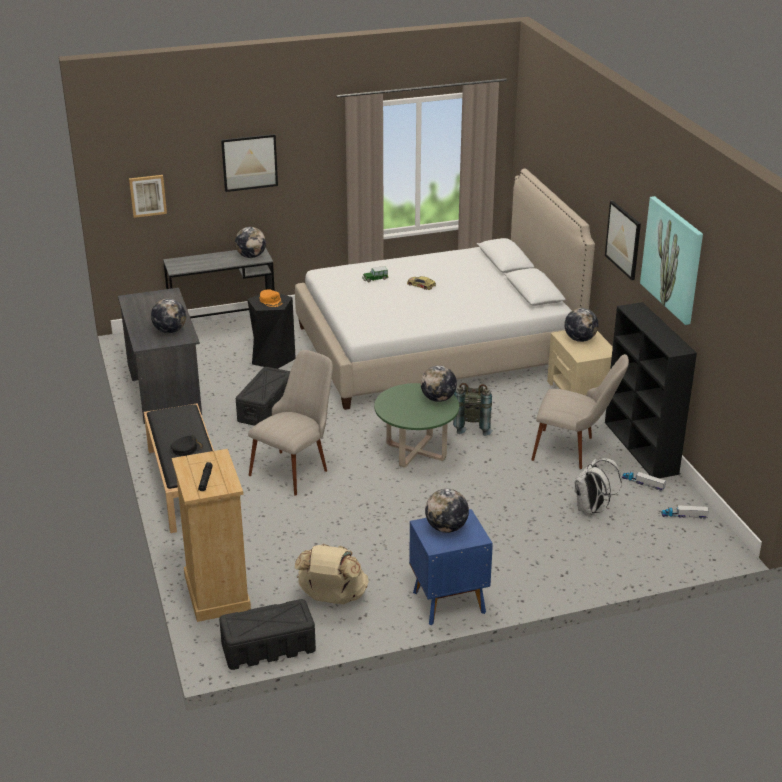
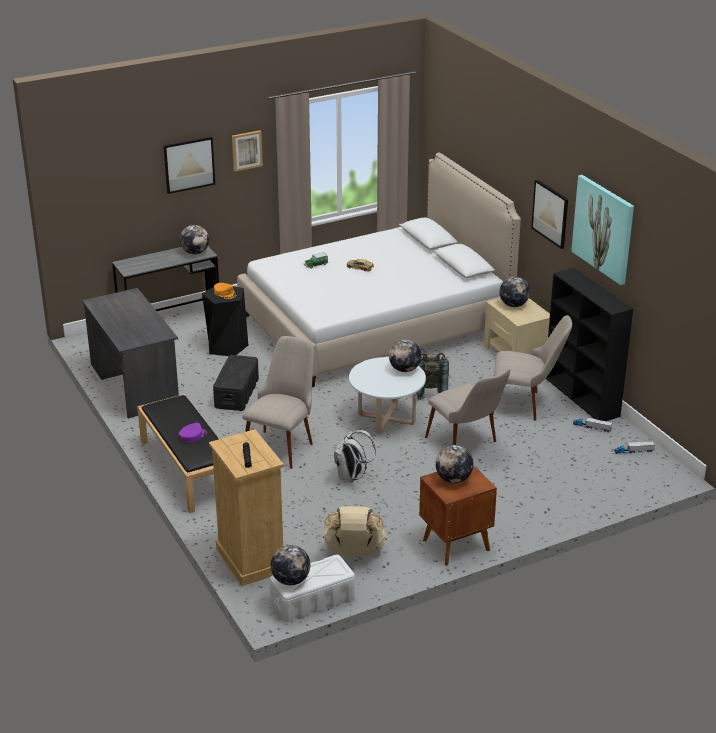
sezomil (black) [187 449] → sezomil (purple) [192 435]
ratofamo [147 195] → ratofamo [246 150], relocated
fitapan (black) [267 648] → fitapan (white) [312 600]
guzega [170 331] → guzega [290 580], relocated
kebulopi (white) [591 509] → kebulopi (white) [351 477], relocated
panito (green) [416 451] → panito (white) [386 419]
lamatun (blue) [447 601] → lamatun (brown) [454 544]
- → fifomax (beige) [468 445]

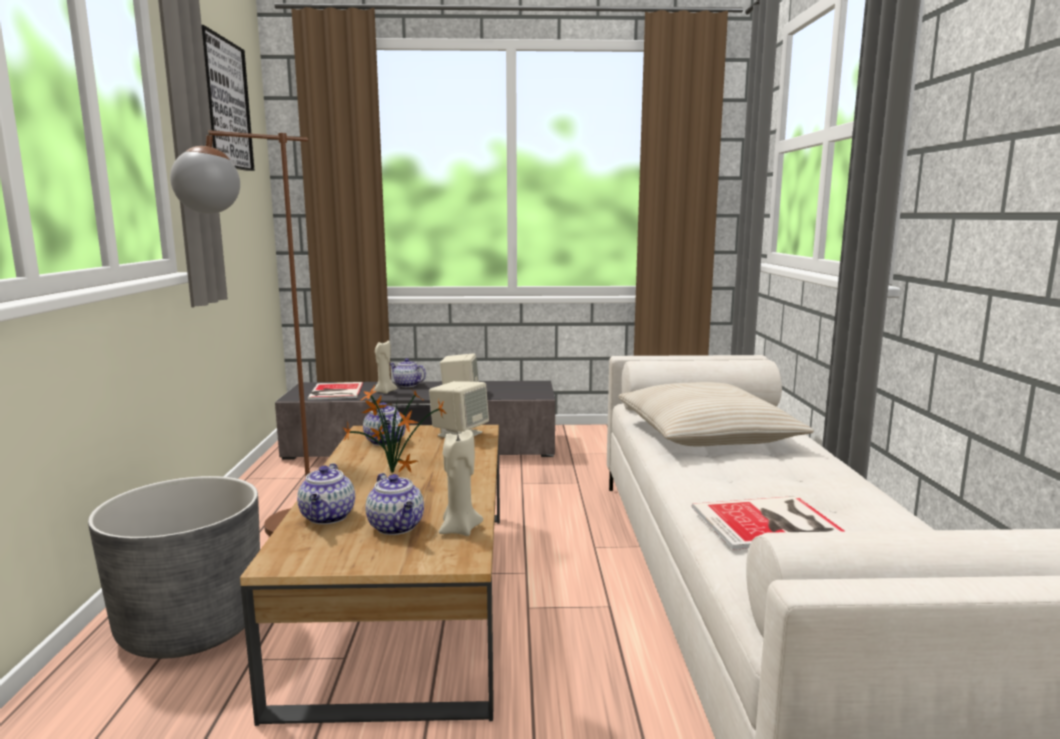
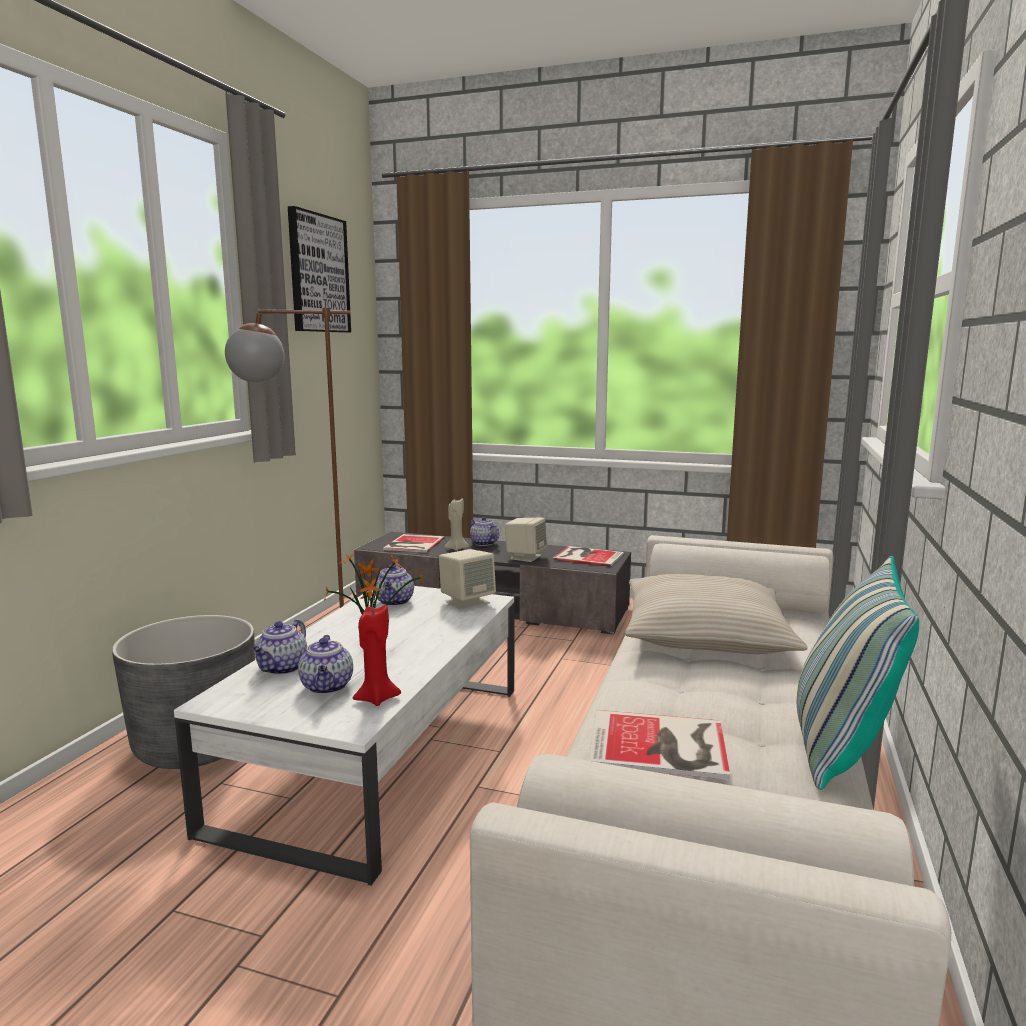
panito (brown) [408 596] → panito (white) [379 753]
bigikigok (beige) [459 529] → bigikigok (red) [376 698]
- → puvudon [587 556]
- → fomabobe [840 747]

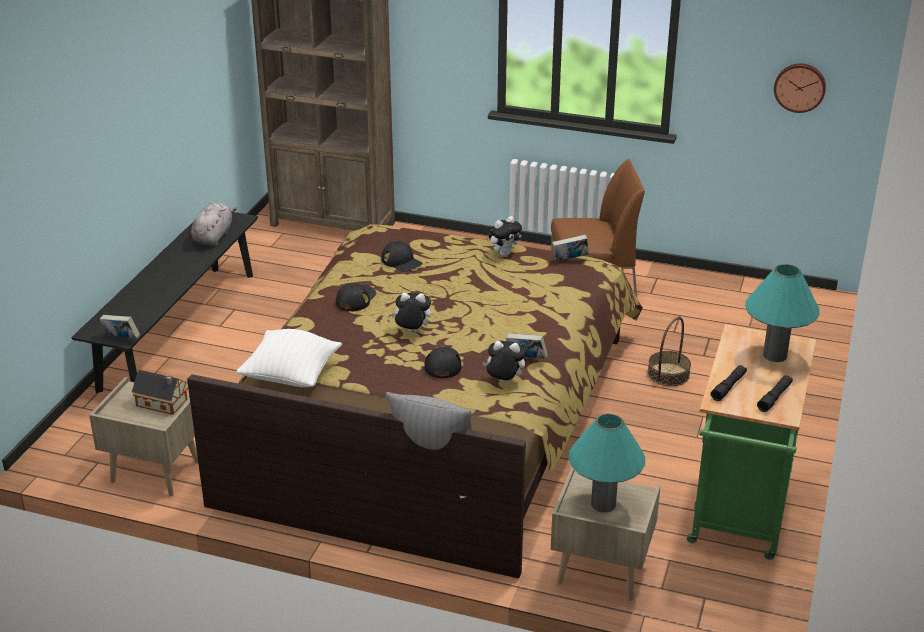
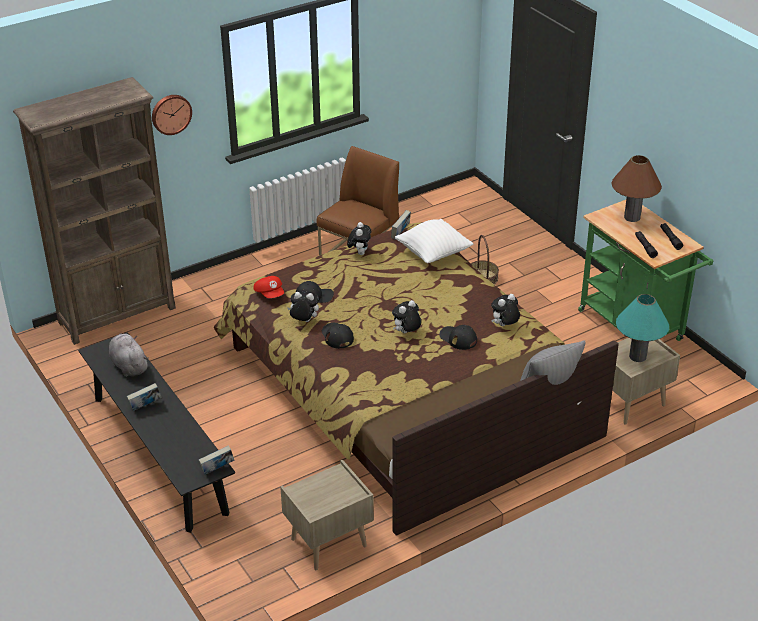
puvudon [526 359] → puvudon [145 406], relocated
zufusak [800 87] → zufusak [171 113], relocated
- → sezomil (red) [270 294]
- → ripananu [304 321]
fomabobe (white) [291 376] → fomabobe (white) [433 254], relocated
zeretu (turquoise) [775 355] → zeretu (brown) [632 217]
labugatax [163 403] → -

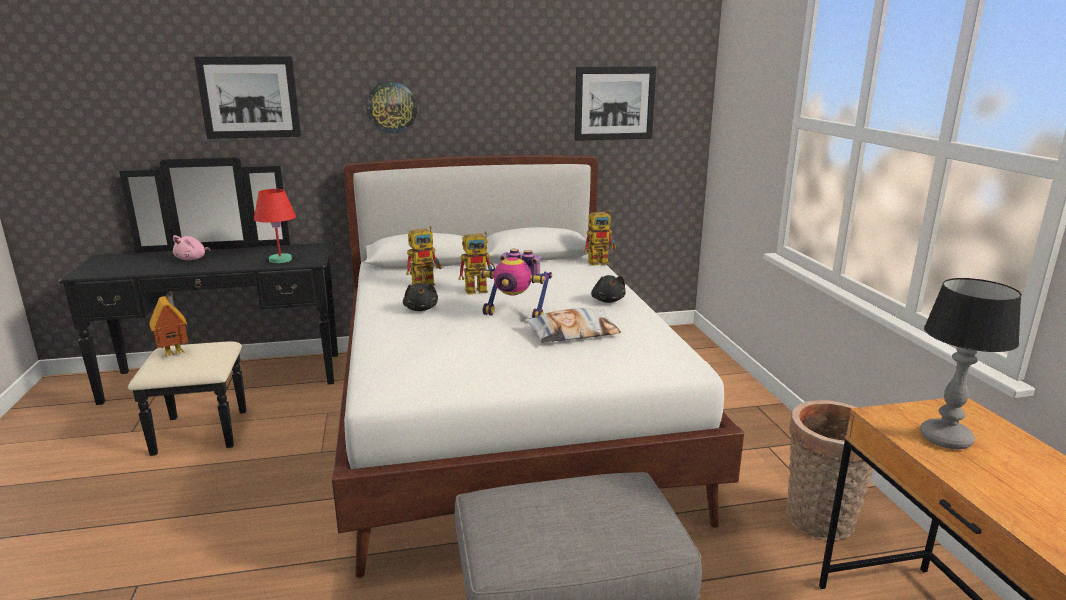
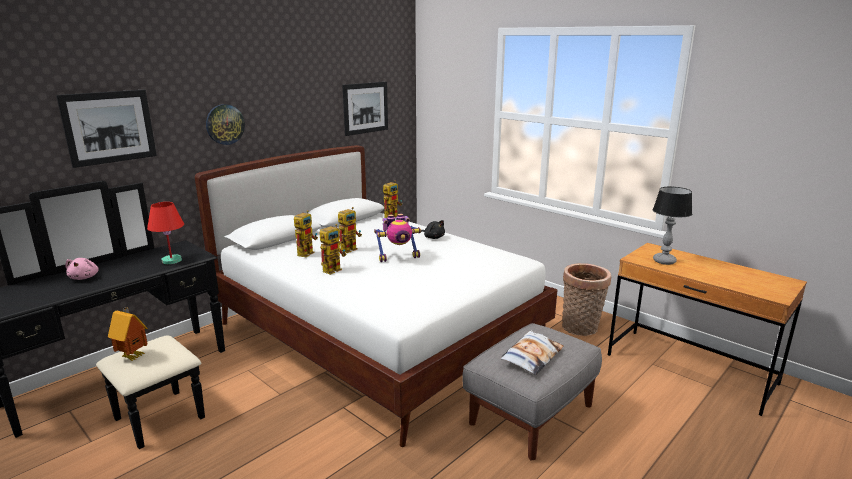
ripananu (black) [421 309] → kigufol [334 269]
fomabobe [572 333] → fomabobe [531 356], relocated

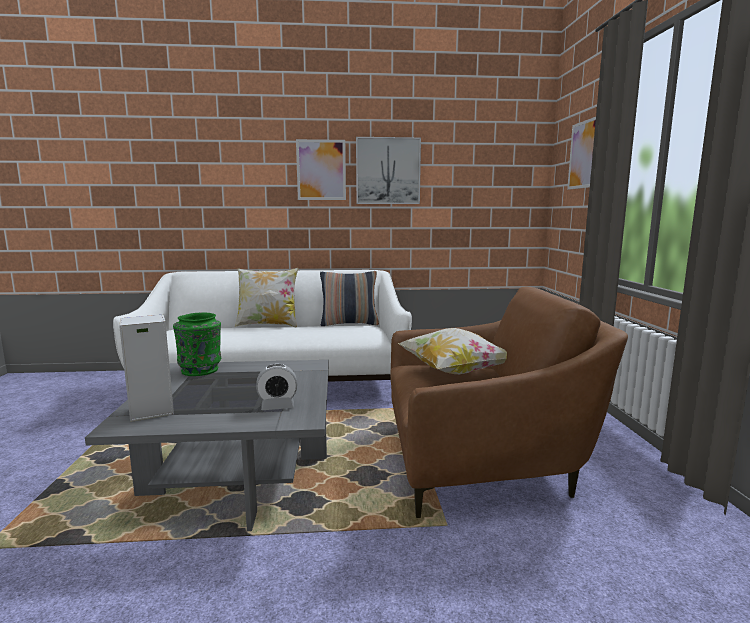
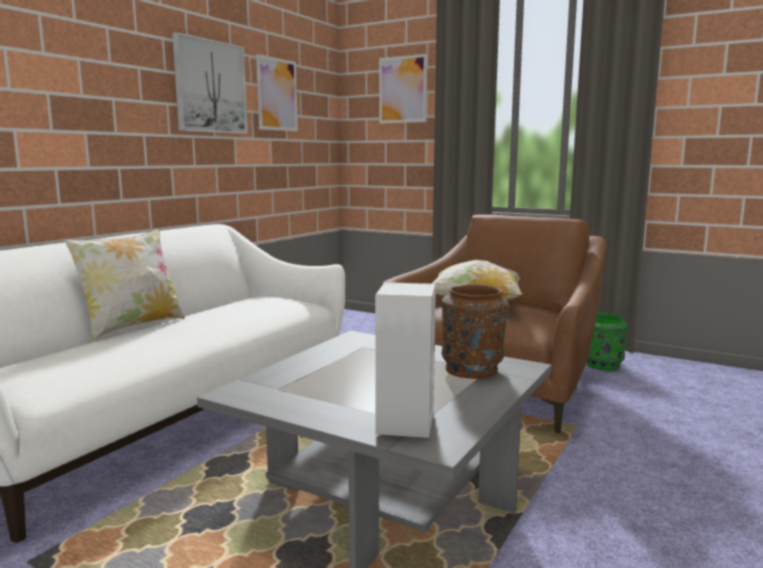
ratofamo [321 170] → ratofamo [277 94], relocated
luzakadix [277 406] → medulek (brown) [472 369]
medulek (green) [200 370] → medulek (green) [602 365], relocated
fomabobe [349 324] → -

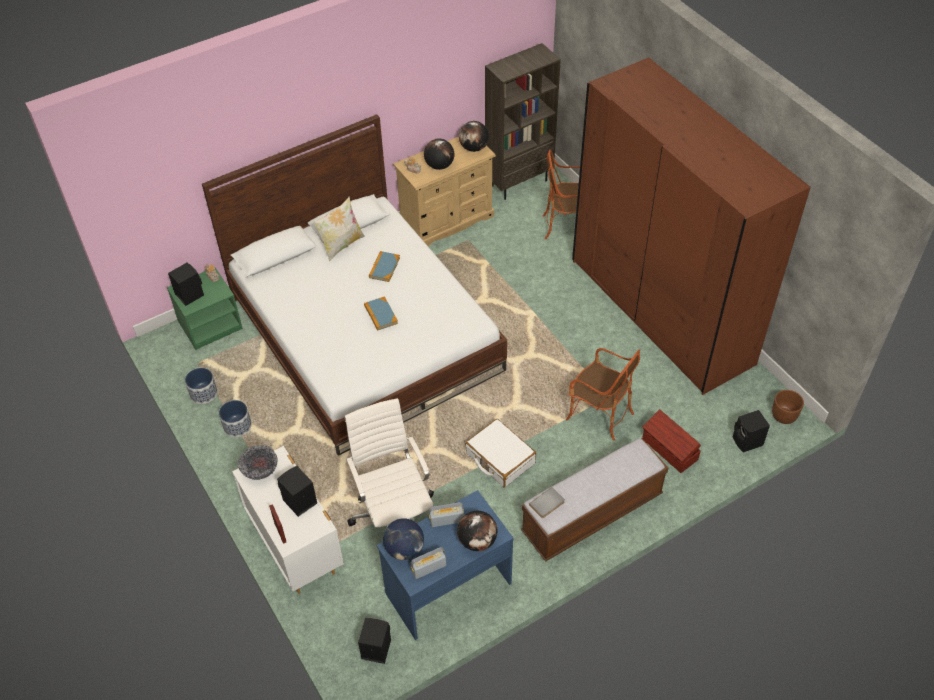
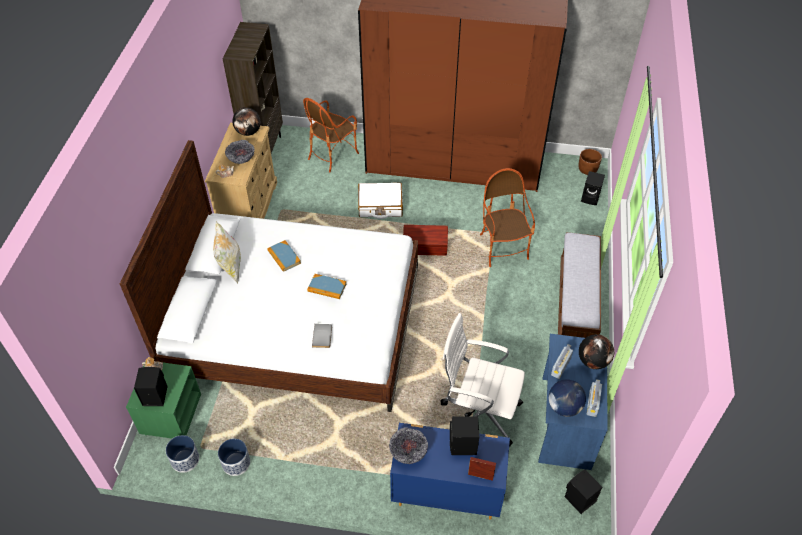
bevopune [237 426] → bevopune [185 459], relocated
guzega [439 166] → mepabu [241 159]
puvudon (grey) [547 504] → puvudon (grey) [323 336], relocated
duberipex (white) [500 458] → duberipex (white) [380 205], relocated
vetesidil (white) [295 545] → vetesidil (blue) [446 493]
fitapan (brown) [669 450] → fitapan (brown) [425 248], relocated
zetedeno [599 415] → zetedeno [502 248], 90 degrees counterclockwise

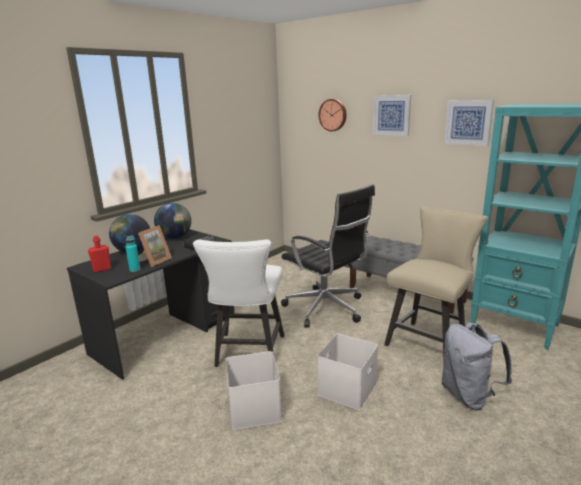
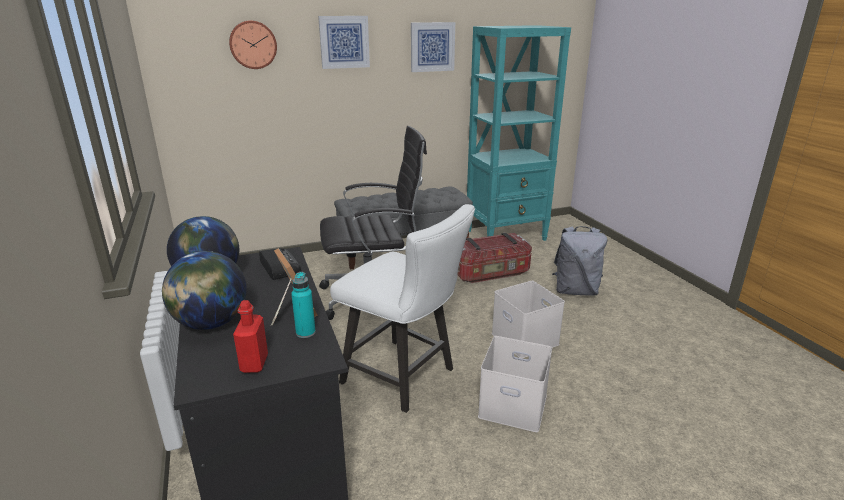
fifomax (beige) [429 341] → fitapan [490 273]

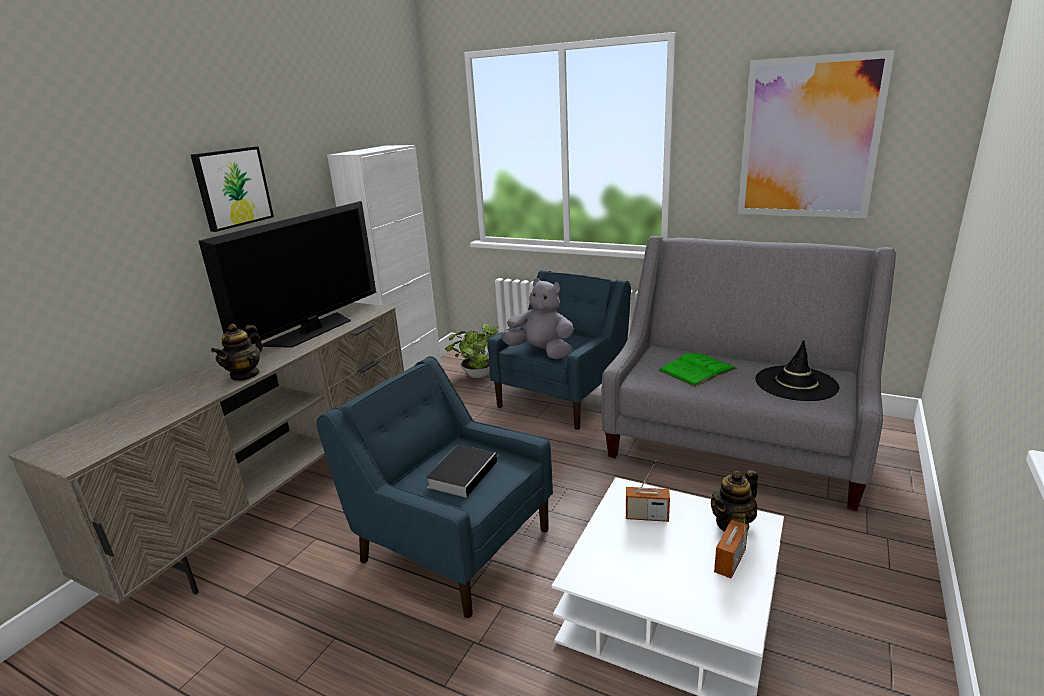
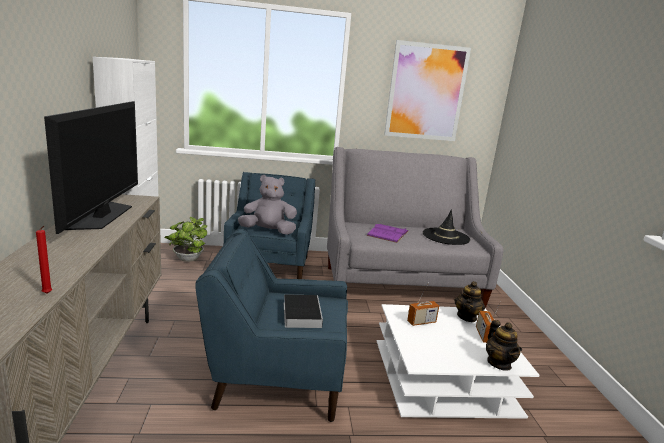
- → bigikigok (red) [48 294]
puvudon (green) [697 369] → puvudon (purple) [388 233]
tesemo [245 375] → tesemo [499 363], relocated
ratofamo [232 187] → -

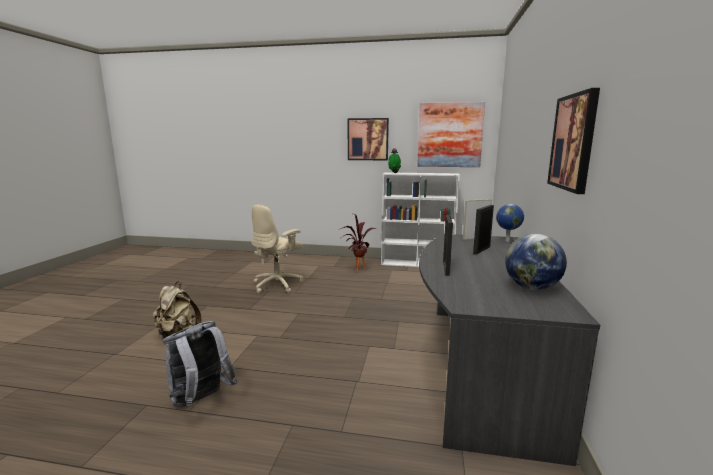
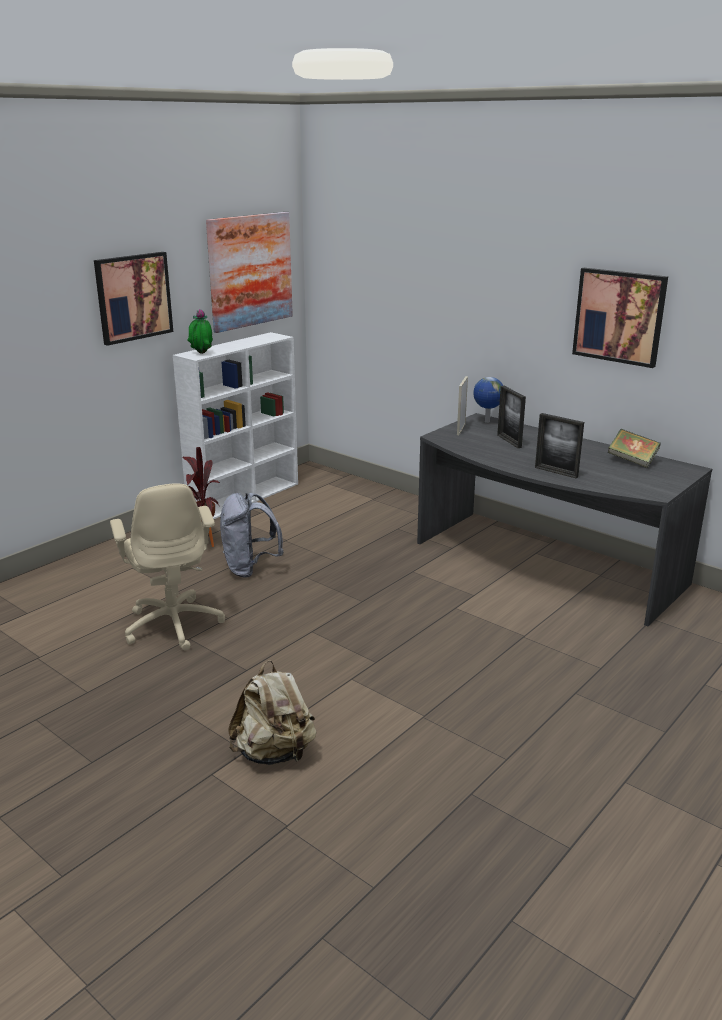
kebulopi (grey) [201 400] → kebulopi (grey) [250 568], relocated
guzega [531 288] → puvudon [632 461]

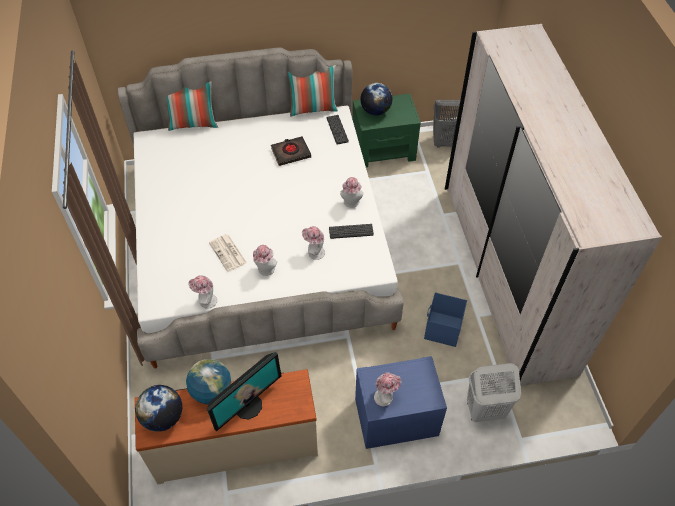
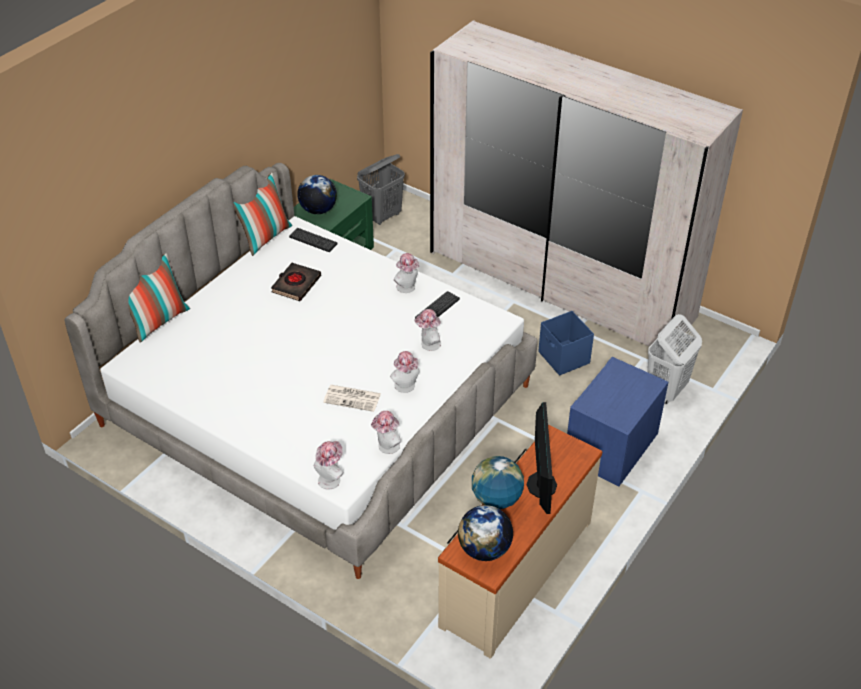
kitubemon [385 397] → kitubemon [331 478], relocated

